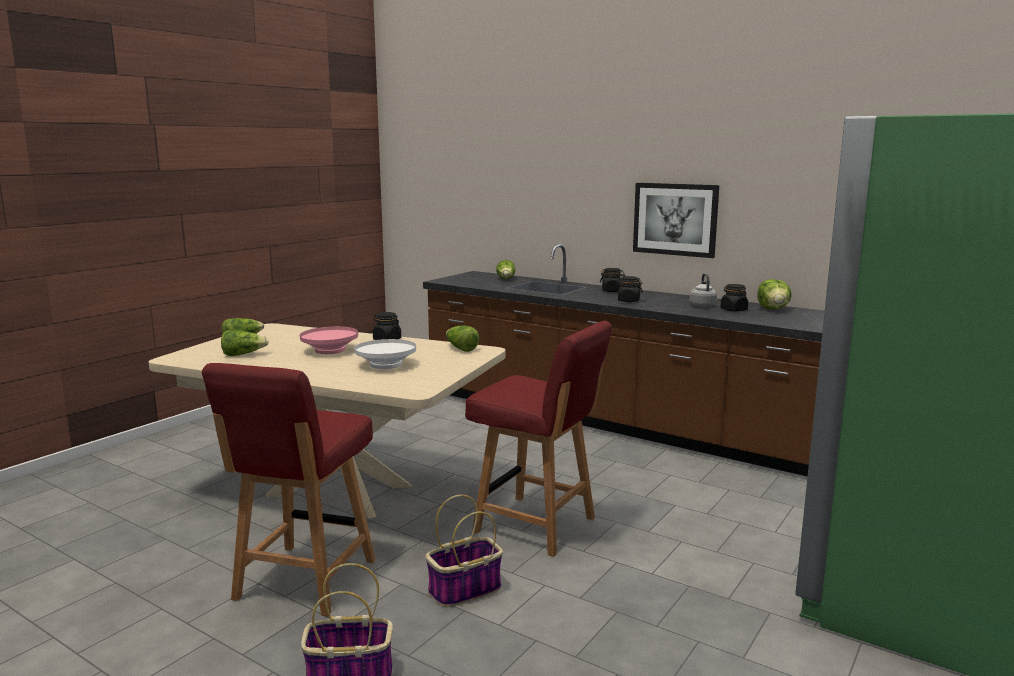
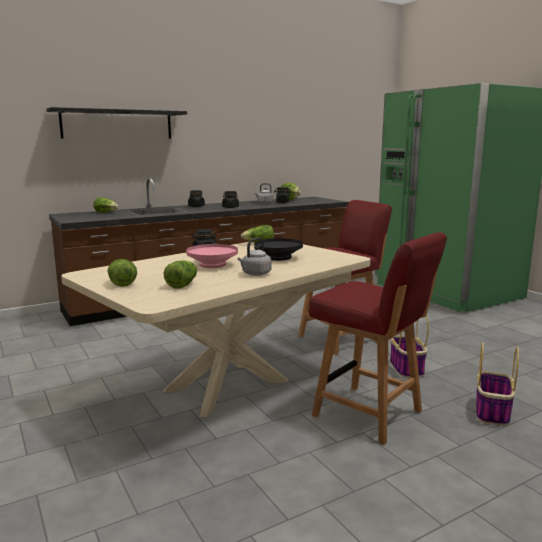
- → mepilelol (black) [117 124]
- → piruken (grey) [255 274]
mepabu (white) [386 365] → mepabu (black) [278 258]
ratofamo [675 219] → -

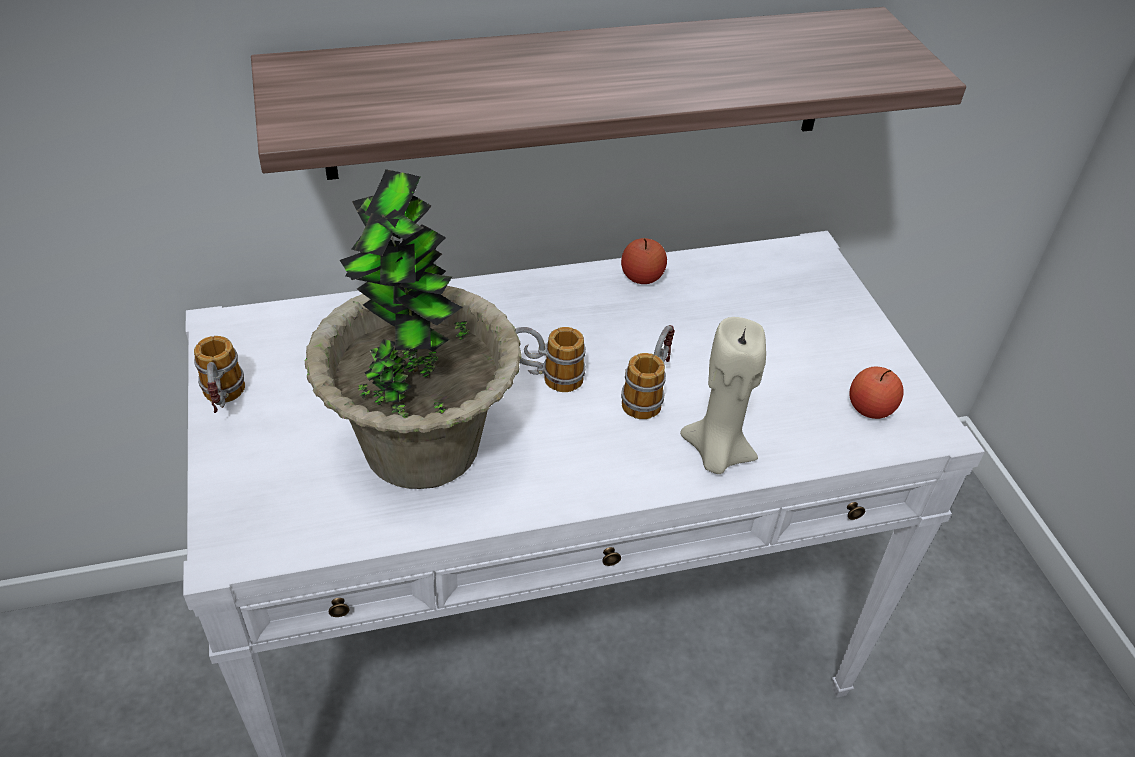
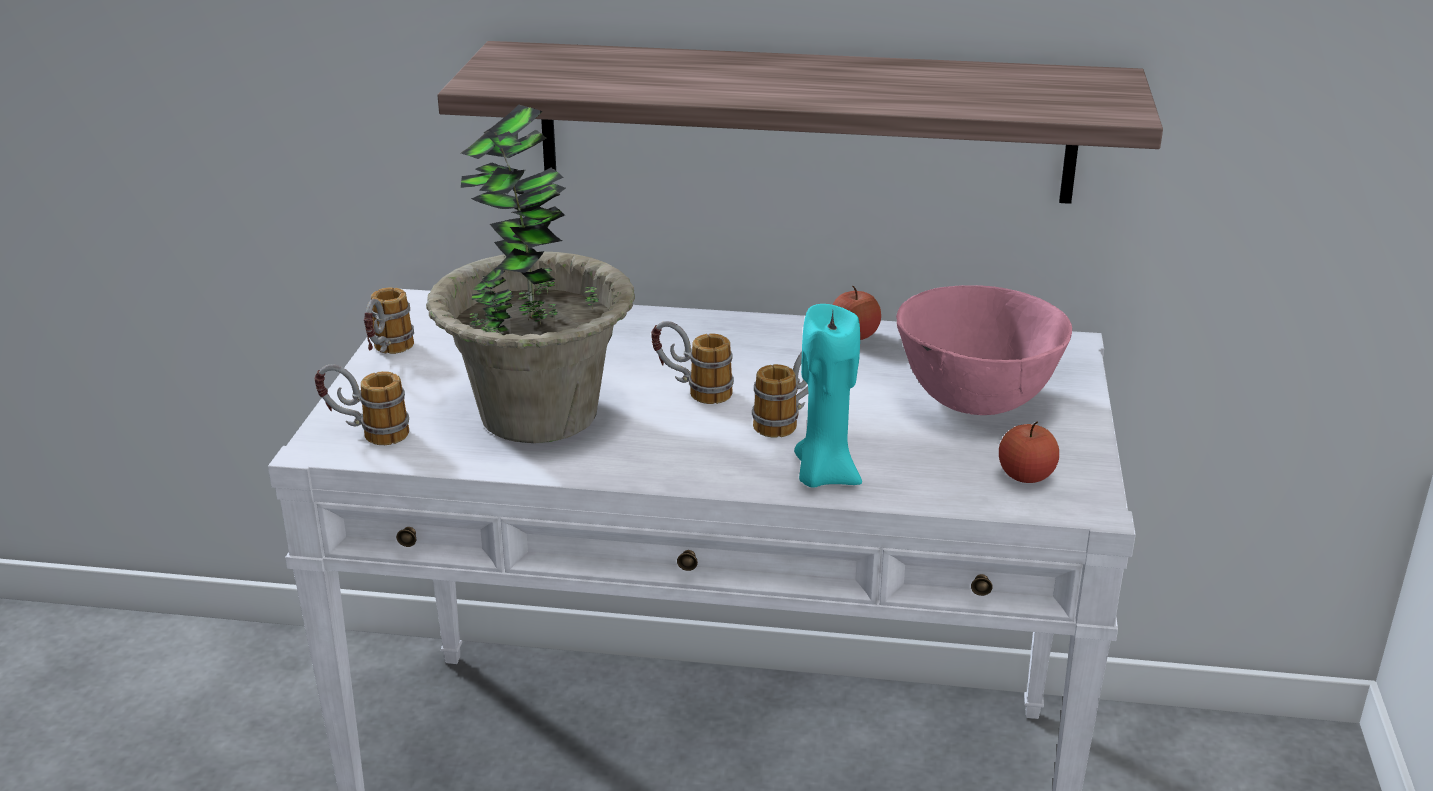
- → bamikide [366 433]
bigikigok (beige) [716 454] → bigikigok (turquoise) [823 476]
- → mepabu (pink) [975 400]

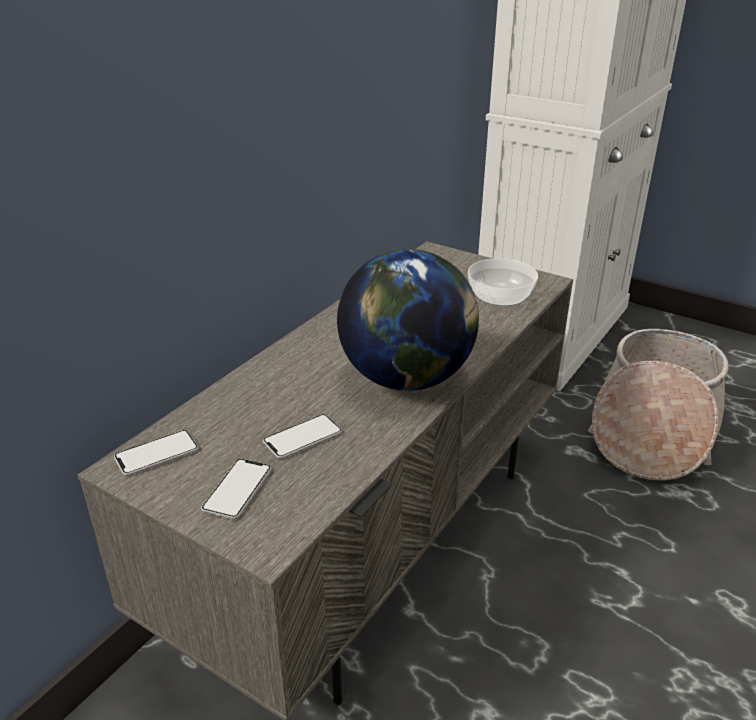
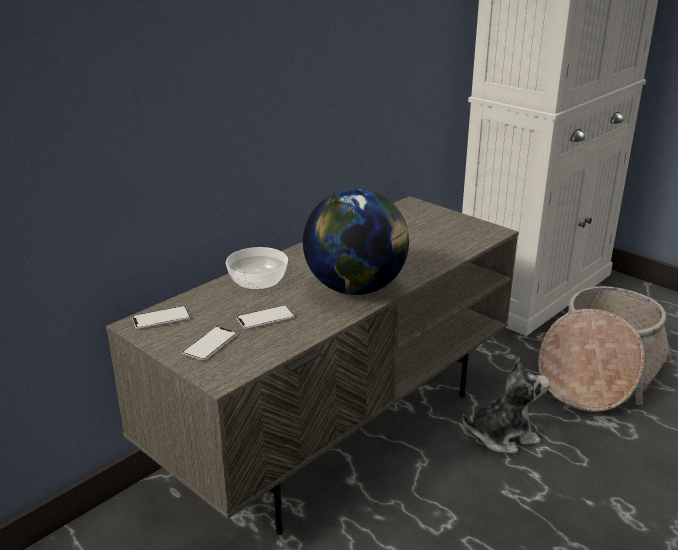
mepabu [499 297] → mepabu [257 281], relocated
- → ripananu [503 435]

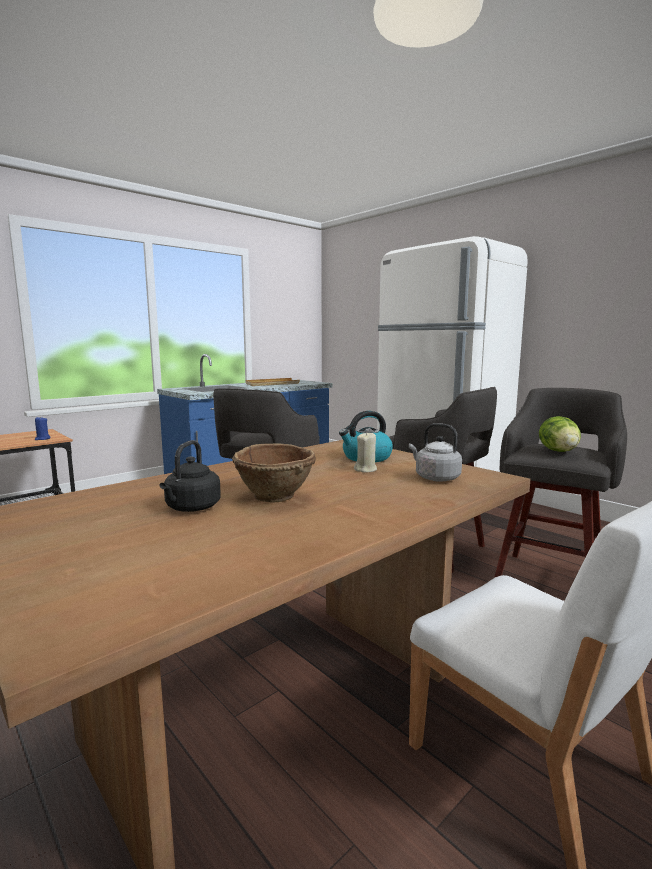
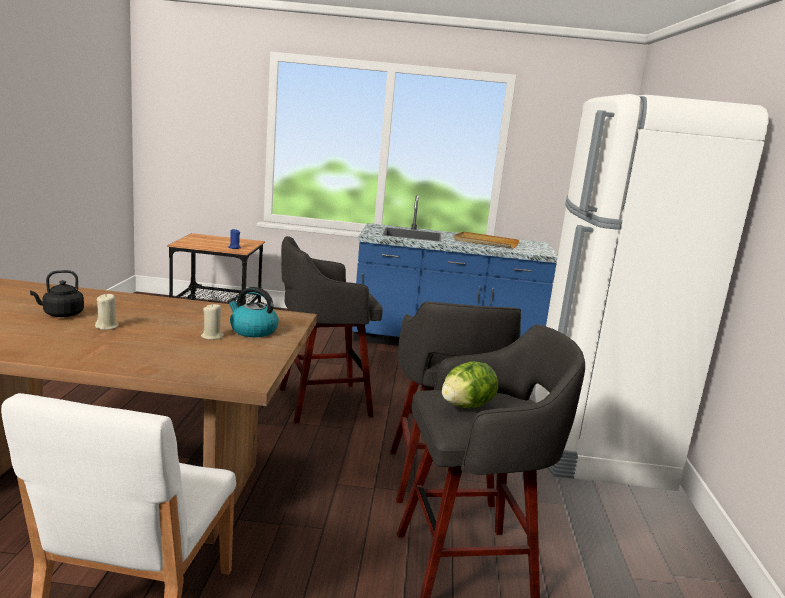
mepabu (brown) [276 496] → bigikigok (beige) [107 327]
piruken (grey) [435 478] → -

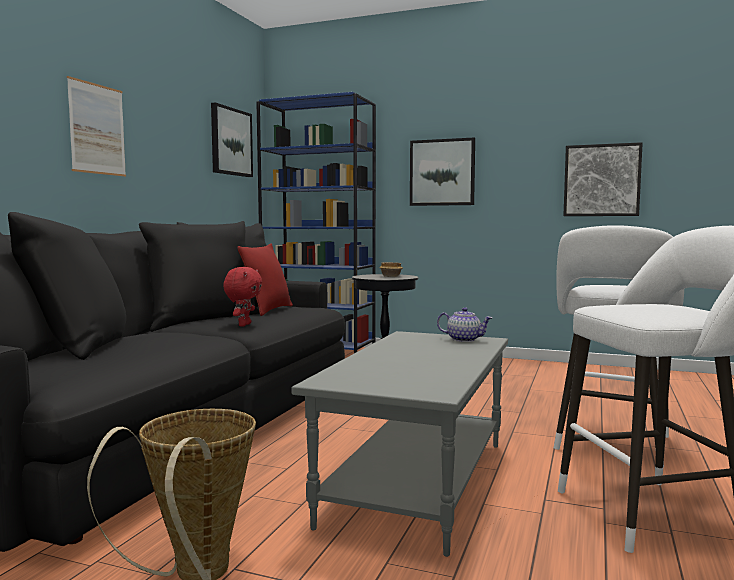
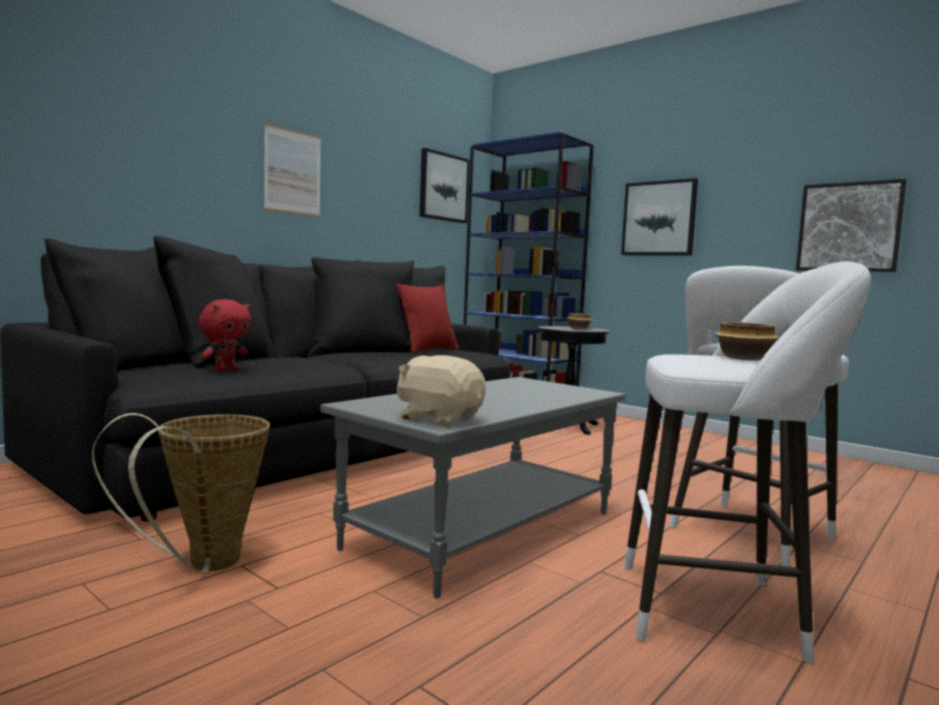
ripananu (red) [243 325] → ripananu (red) [225 370], relocated
- → ripananu (beige) [439 419]
- → mepabu [745 358]
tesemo [464 339] → -

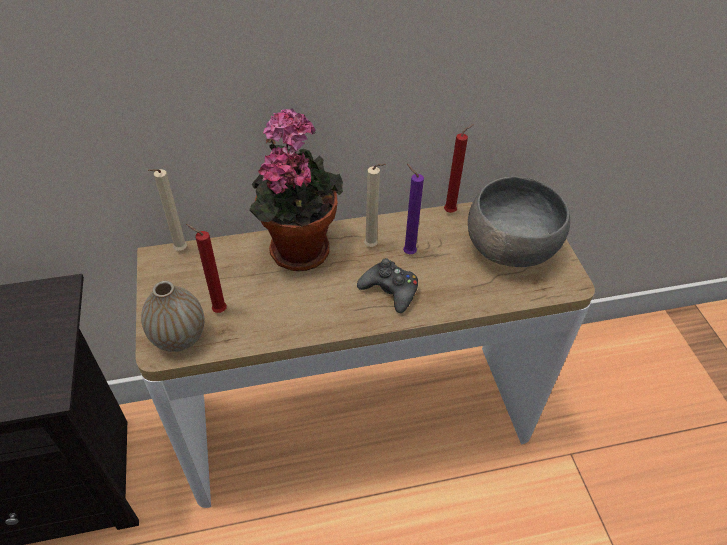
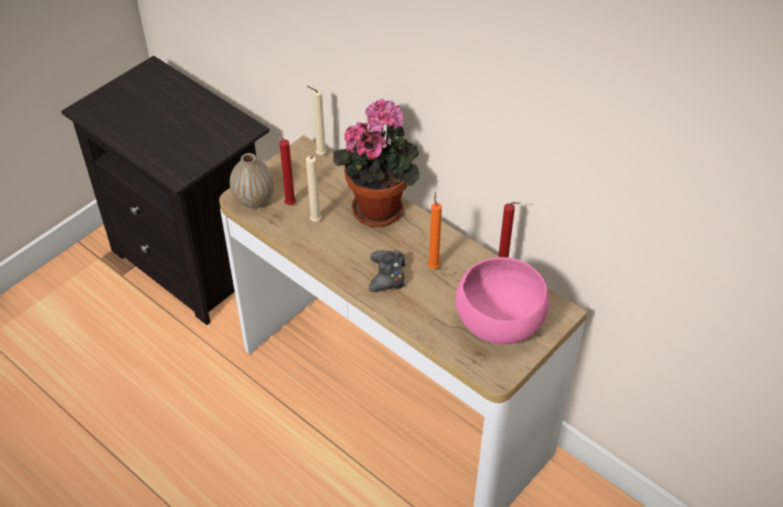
bigikigok (beige) [372 247] → bigikigok (beige) [315 222], relocated
bigikigok (purple) [407 252] → bigikigok (orange) [433 266]
mepabu (grey) [509 248] → mepabu (pink) [499 322]

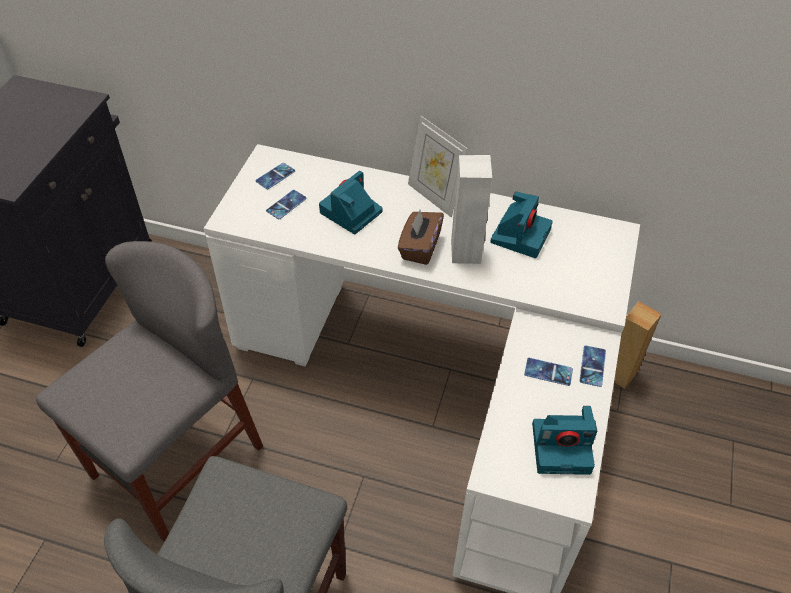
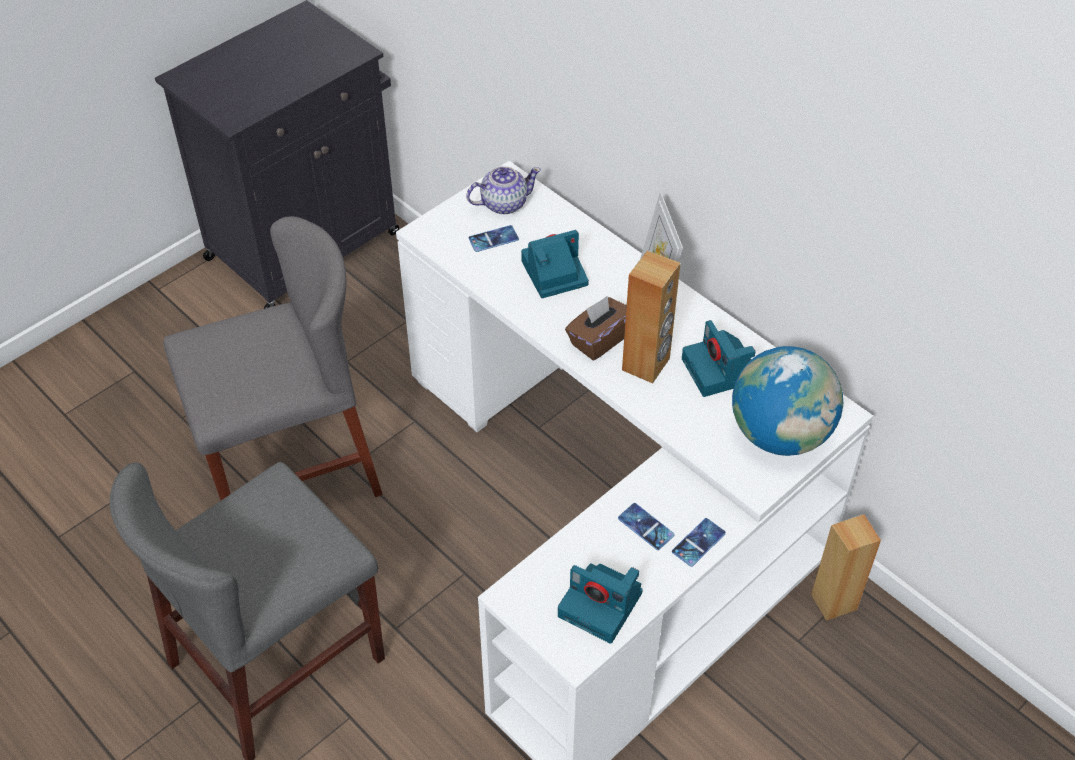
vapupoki [275 176] → tesemo [503 203]
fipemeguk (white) [466 252] → fipemeguk (brown) [646 364]
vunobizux [520 235] → vunobizux [720 371], 105 degrees clockwise
- → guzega [780 434]

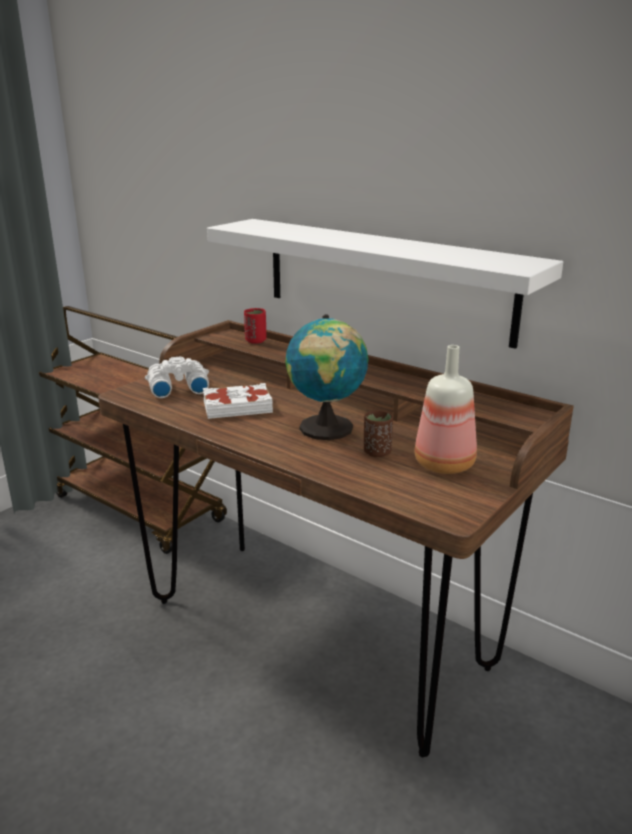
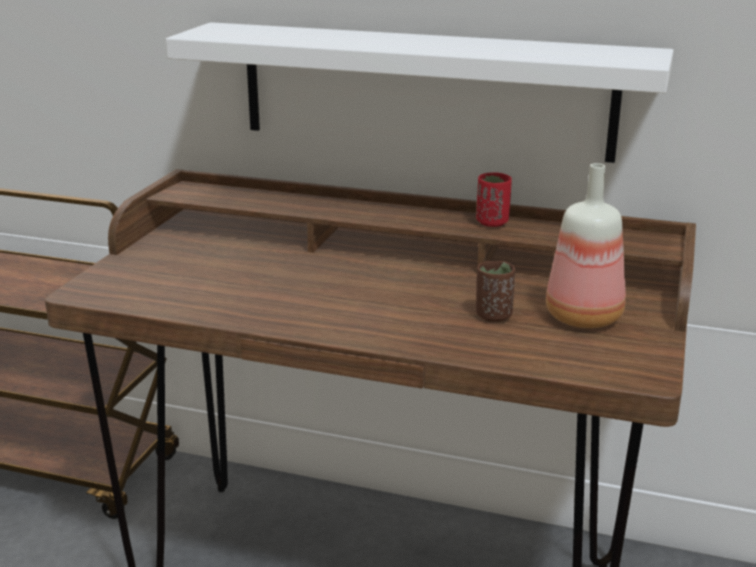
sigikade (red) [255 341] → sigikade (red) [492 222], relocated
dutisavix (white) [177 387] → -
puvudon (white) [237 407] → -
guzega [327 430] → -

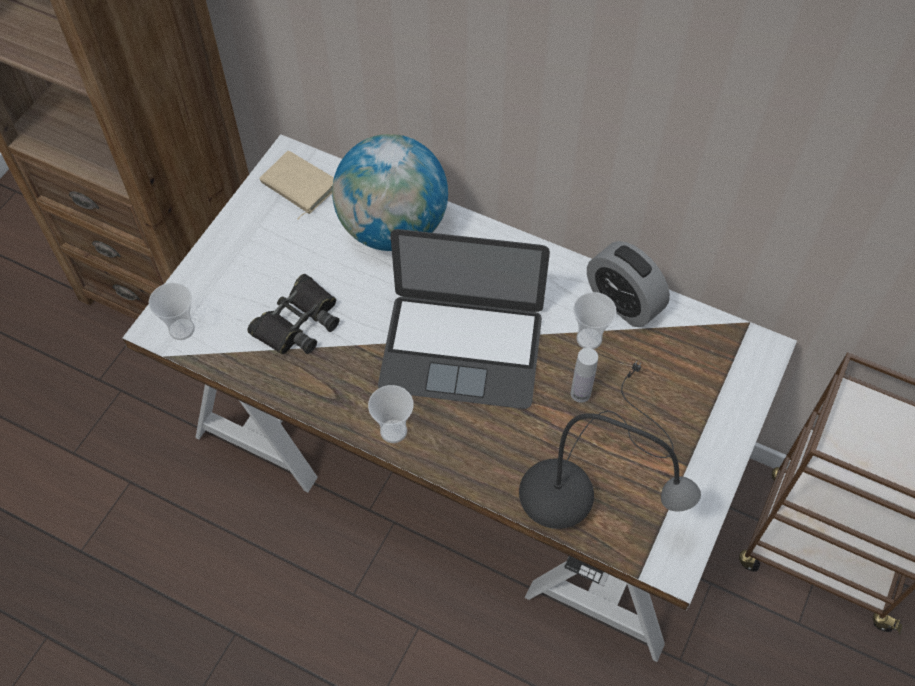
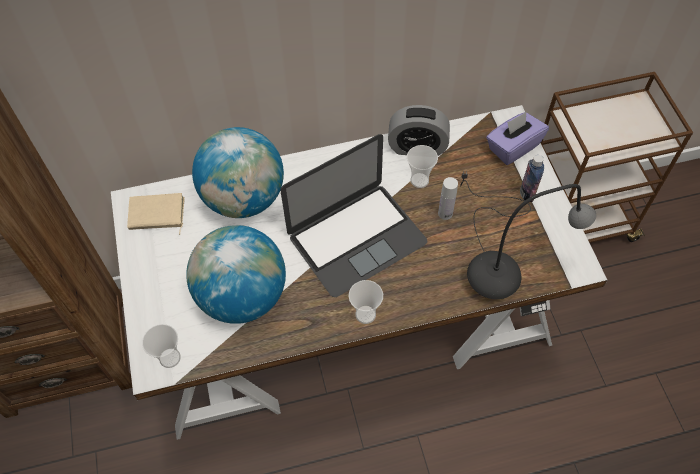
dutisavix (black) [298 322] → guzega [242 296]
- → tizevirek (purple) [513 147]
- → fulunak [527 193]

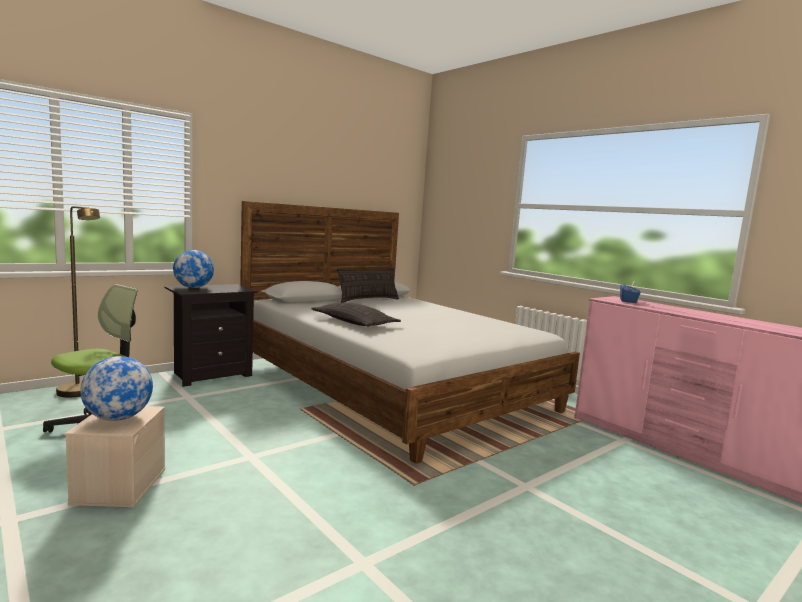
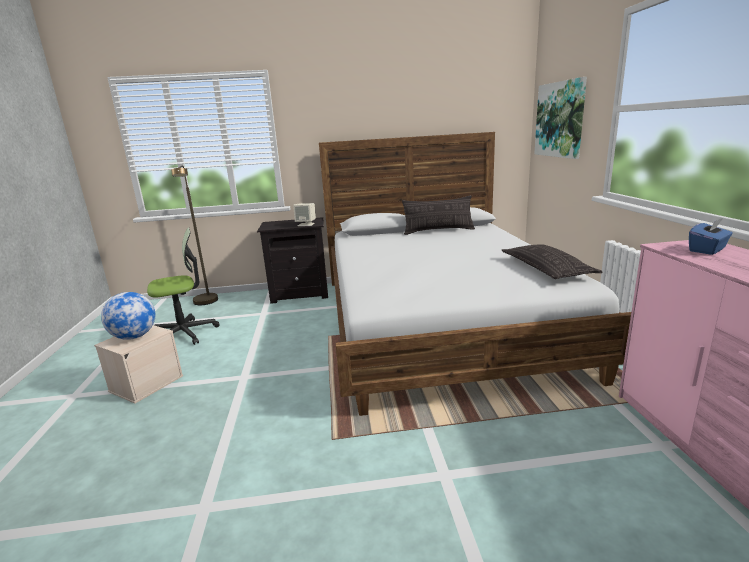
- → fipemeguk (beige) [306 224]
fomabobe [354 322] → fomabobe [546 268], relocated
- → ratofamo [560 119]
guzega [193 287] → -

